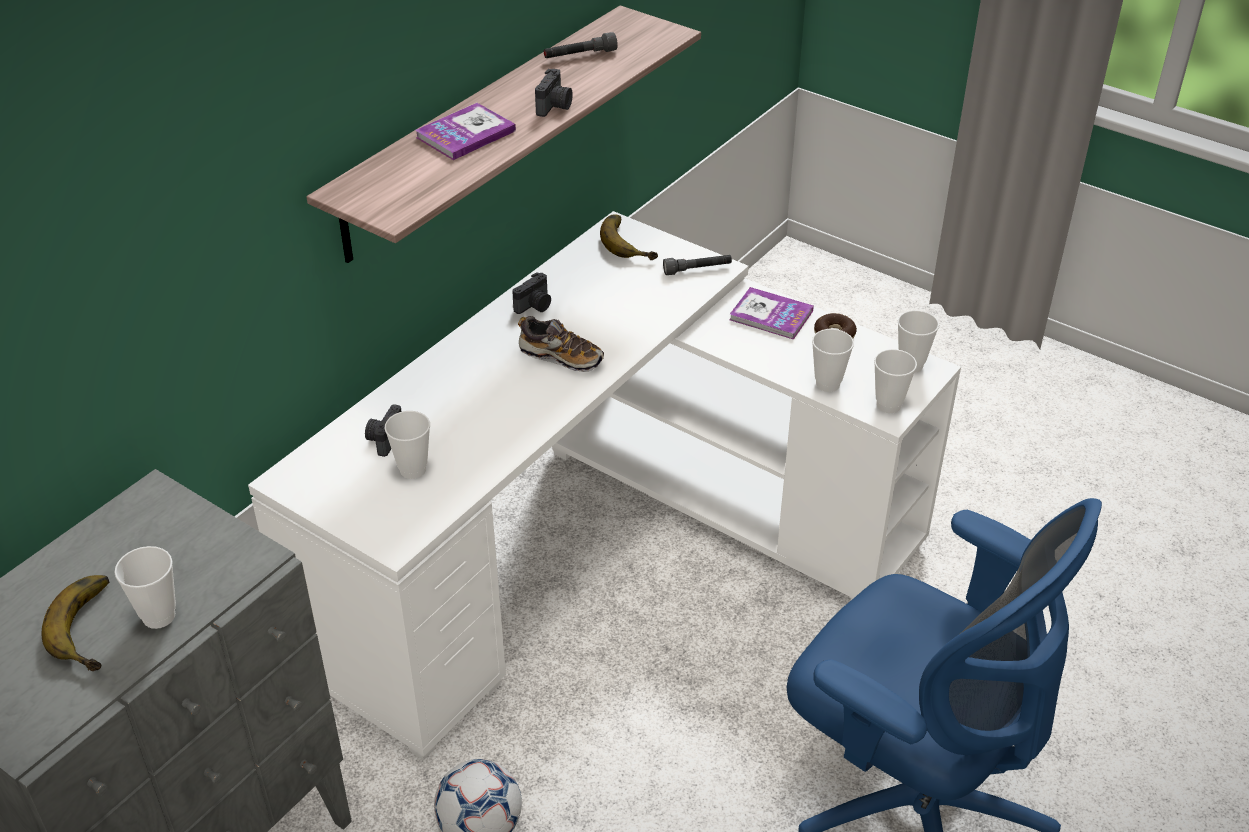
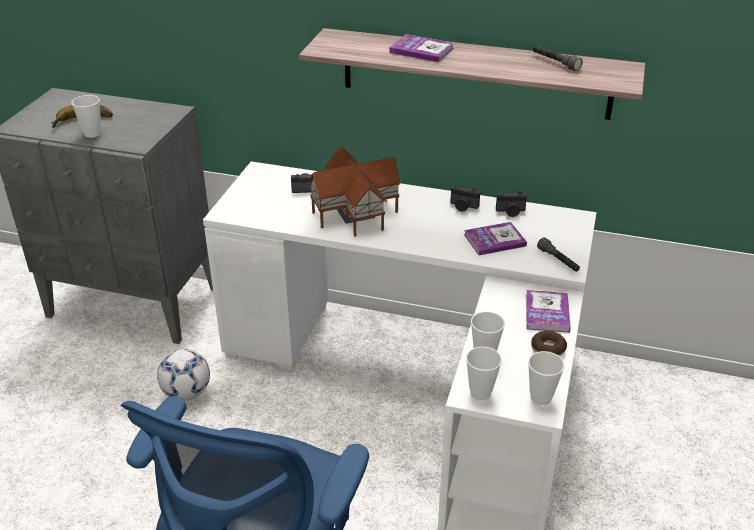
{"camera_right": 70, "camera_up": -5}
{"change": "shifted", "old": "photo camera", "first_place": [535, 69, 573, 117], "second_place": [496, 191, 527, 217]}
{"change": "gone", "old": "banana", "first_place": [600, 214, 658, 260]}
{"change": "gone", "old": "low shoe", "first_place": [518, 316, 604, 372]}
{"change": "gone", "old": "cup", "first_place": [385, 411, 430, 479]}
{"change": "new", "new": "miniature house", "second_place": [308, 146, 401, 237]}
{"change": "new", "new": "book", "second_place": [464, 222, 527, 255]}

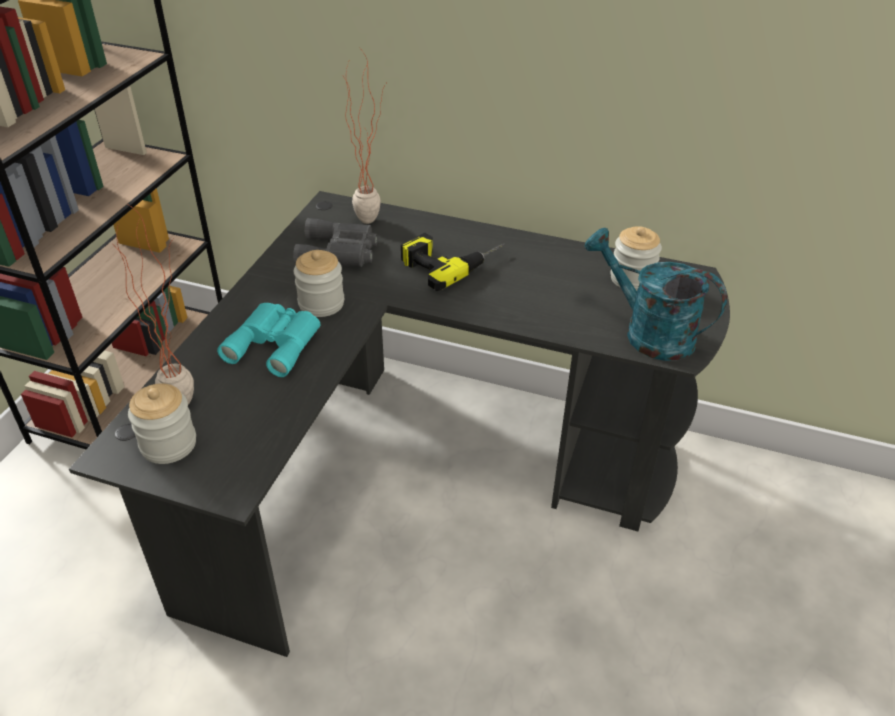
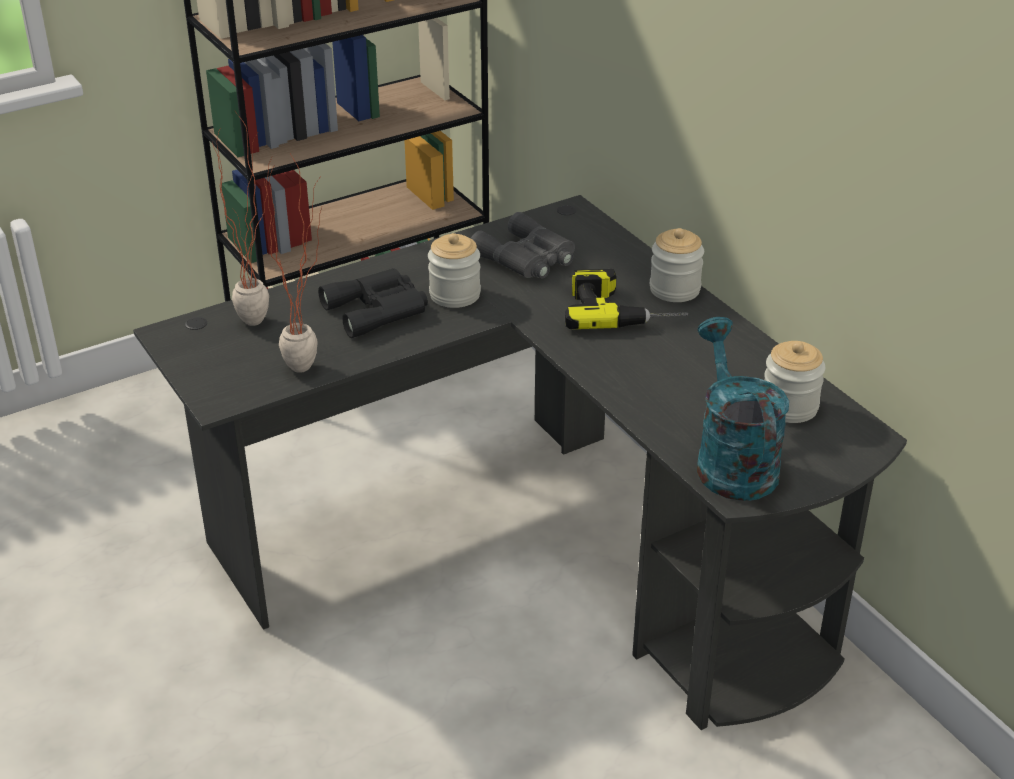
{"camera_right": 40, "camera_up": -5}
{"change": "shifted", "old": "plant in a pot", "first_place": [343, 46, 386, 224], "second_place": [264, 155, 322, 373]}
{"change": "repainted", "old": "turquoise field glasses", "new": "black-coloured field glasses", "first_place": [217, 303, 320, 377], "second_place": [318, 268, 428, 338]}
{"change": "shifted", "old": "storage jar", "first_place": [128, 384, 196, 464], "second_place": [650, 228, 704, 302]}

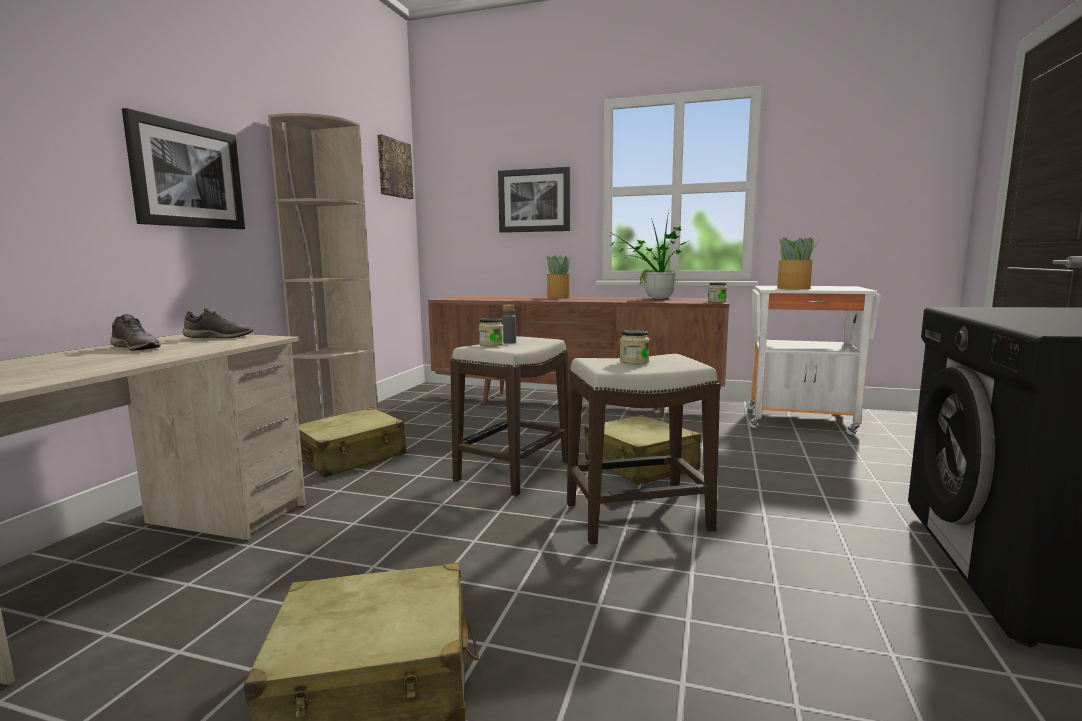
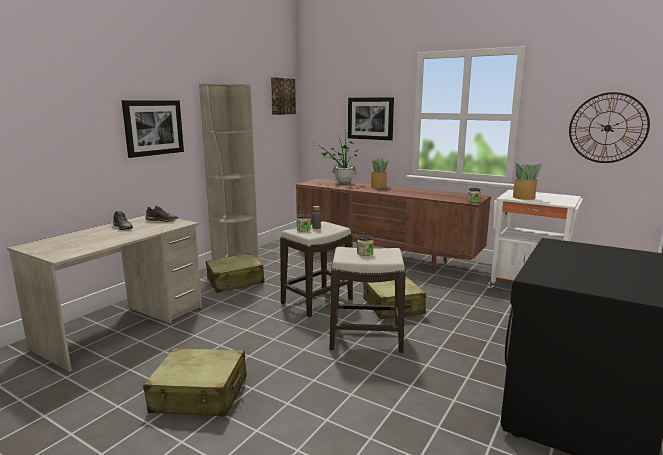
{"camera_right": 15, "camera_up": 5}
{"change": "shifted", "old": "plant in a pot", "first_place": [607, 211, 690, 299], "second_place": [314, 135, 359, 183]}
{"change": "new", "new": "clock on the wall", "second_place": [569, 92, 650, 163]}

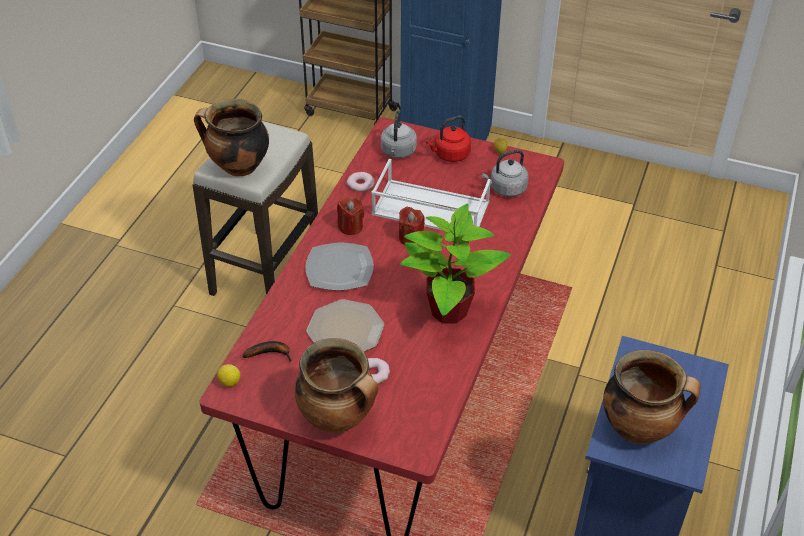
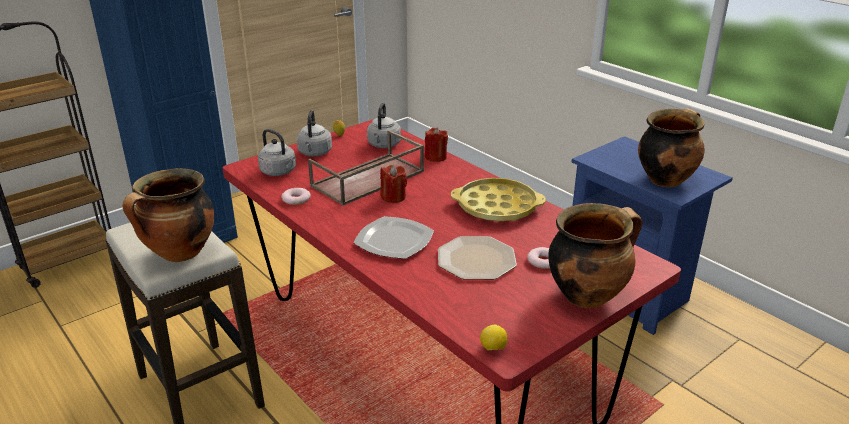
{"camera_right": -60, "camera_up": -15}
{"change": "repainted", "old": "reddish water kettle", "new": "gray water kettle", "first_place": [426, 116, 471, 162], "second_place": [297, 110, 332, 156]}
{"change": "repainted", "old": "white-coloured carrying tray", "new": "brown-coloured carrying tray", "first_place": [371, 159, 491, 231], "second_place": [308, 130, 424, 206]}
{"change": "shifted", "old": "reddish wax candle", "first_place": [337, 197, 365, 235], "second_place": [425, 127, 448, 162]}
{"change": "swapped", "old": "plant in a pot", "new": "yellowish carrying tray", "first_place": [400, 204, 511, 324], "second_place": [451, 178, 546, 222]}
{"change": "gone", "old": "banana", "first_place": [242, 341, 292, 362]}

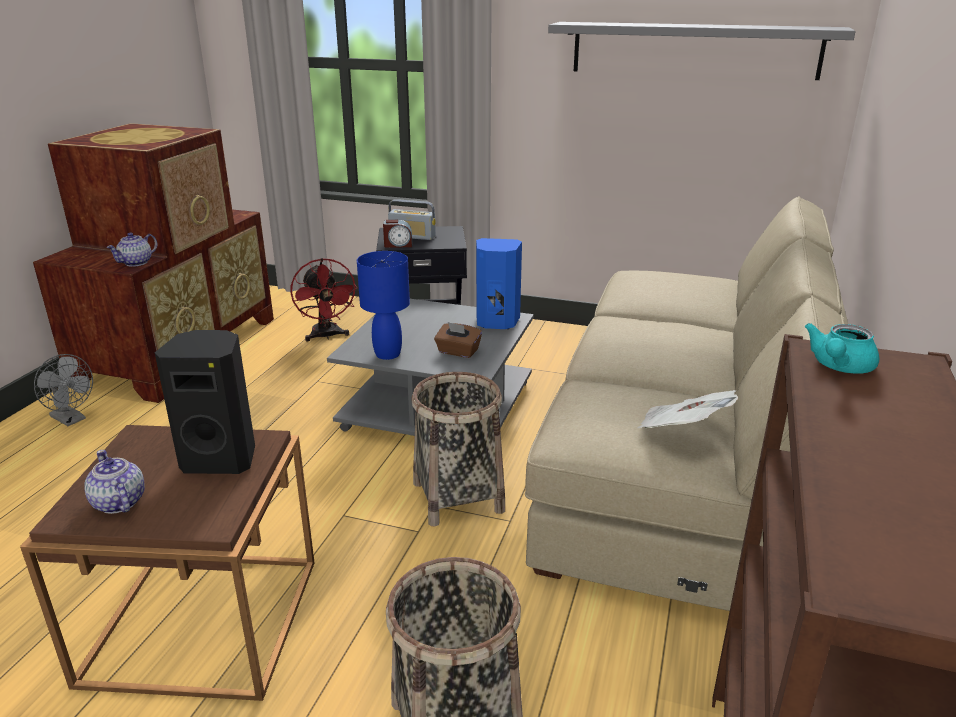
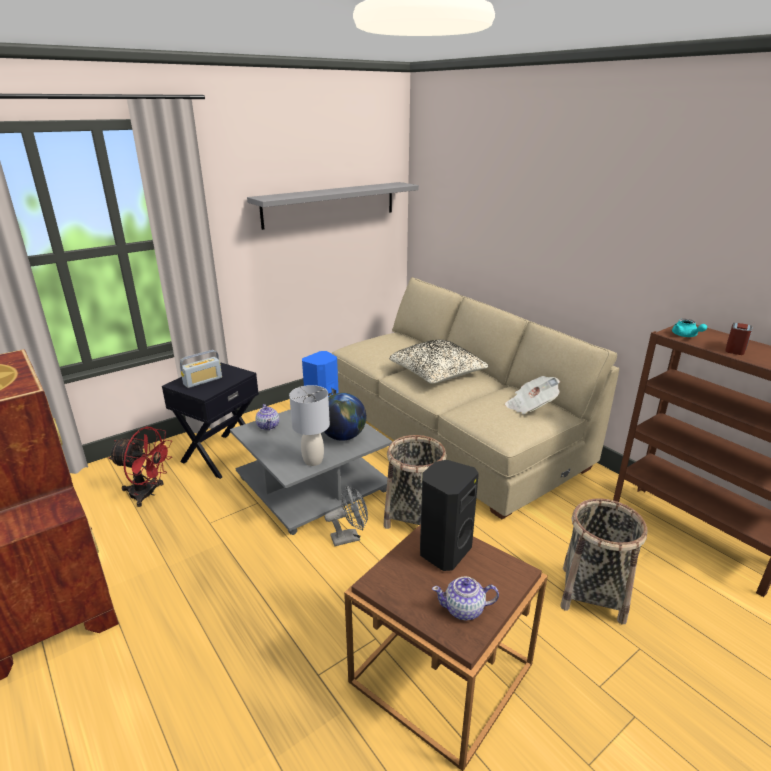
{"camera_right": -55, "camera_up": 0}
{"change": "shifted", "old": "bedside clock", "first_place": [383, 220, 412, 248], "second_place": [725, 323, 752, 355]}
{"change": "shifted", "old": "pot for tea", "first_place": [106, 233, 157, 267], "second_place": [255, 404, 279, 430]}
{"change": "repainted", "old": "blue lamp for a table", "new": "gray lamp for a table", "first_place": [357, 251, 410, 360], "second_place": [289, 385, 330, 466]}
{"change": "swapped", "old": "brown-coloured tissue holder", "new": "desk globe", "first_place": [434, 322, 482, 358], "second_place": [324, 393, 366, 441]}
{"change": "shifted", "old": "gray fan", "first_place": [34, 354, 93, 426], "second_place": [325, 485, 368, 546]}
{"change": "new", "new": "sand-coloured throw pillow", "second_place": [390, 340, 489, 384]}

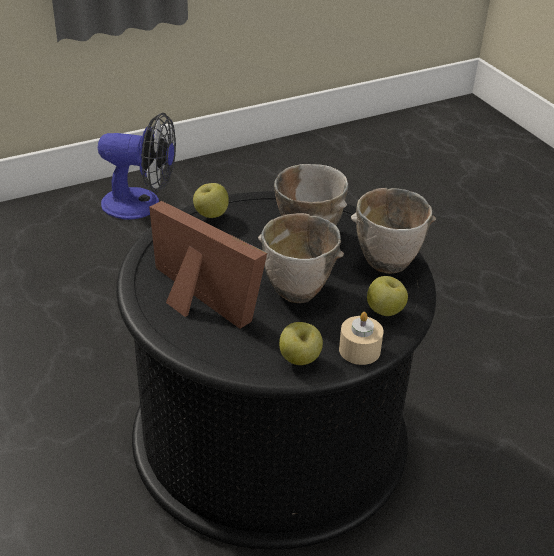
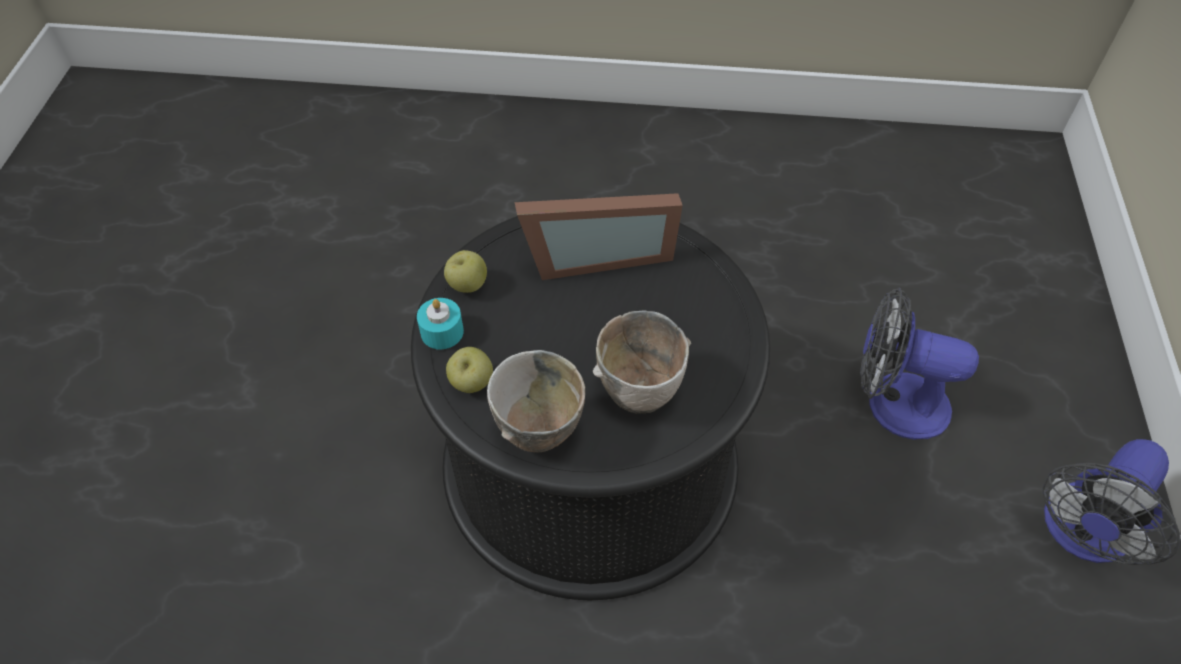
{"camera_right": 125, "camera_up": 15}
{"change": "gone", "old": "apple fruit", "first_place": [193, 183, 229, 218]}
{"change": "gone", "old": "deep dish", "first_place": [258, 213, 344, 303]}
{"change": "repainted", "old": "sand-coloured wax candle", "new": "turquoise wax candle", "first_place": [339, 312, 384, 365], "second_place": [417, 298, 464, 349]}
{"change": "new", "new": "fan", "second_place": [860, 287, 979, 440]}

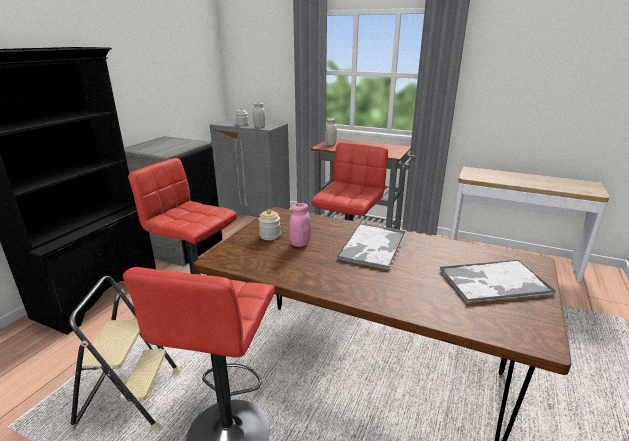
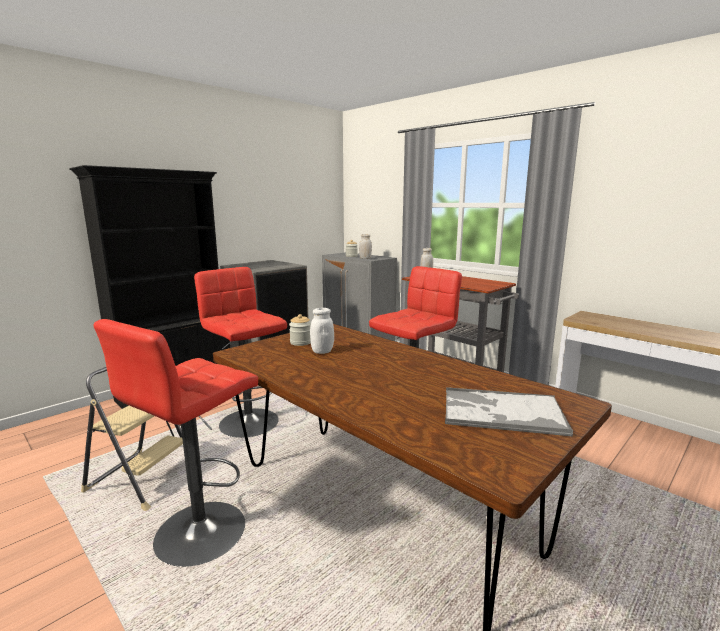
{"camera_right": 20, "camera_up": -10}
{"change": "repainted", "old": "pink-coloured storage jar", "new": "white-coloured storage jar", "first_place": [289, 203, 311, 247], "second_place": [310, 308, 334, 354]}
{"change": "gone", "old": "carrying tray", "first_place": [336, 224, 406, 271]}

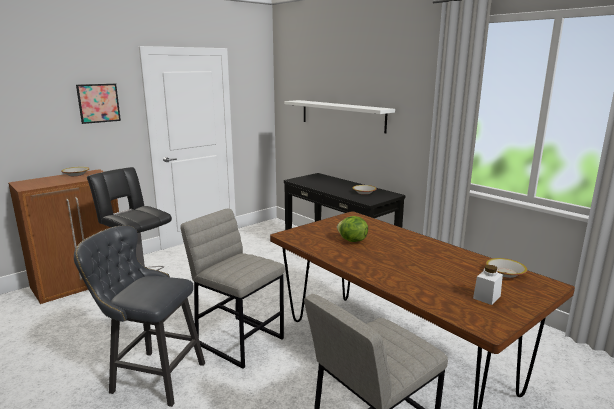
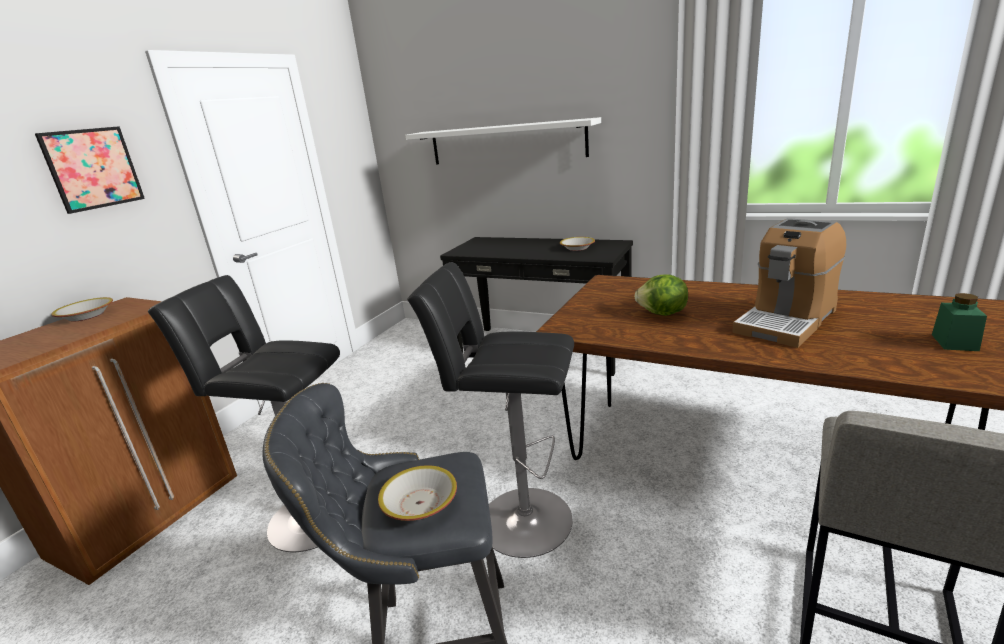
{"camera_right": -20, "camera_up": 5}
{"change": "swapped", "old": "gray chair", "new": "black-coloured stool seat", "first_place": [180, 208, 285, 369], "second_place": [407, 262, 574, 558]}
{"change": "shifted", "old": "deep dish", "first_place": [486, 258, 527, 278], "second_place": [378, 465, 457, 521]}
{"change": "repainted", "old": "white-coloured storage jar", "new": "greenish storage jar", "first_place": [473, 265, 503, 305], "second_place": [932, 293, 987, 351]}
{"change": "new", "new": "coffee maker", "second_place": [732, 218, 846, 348]}

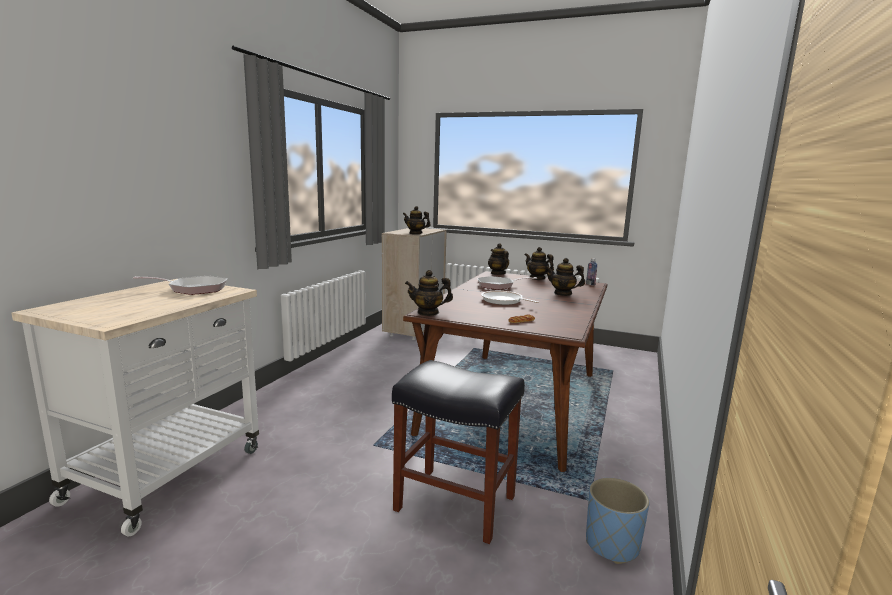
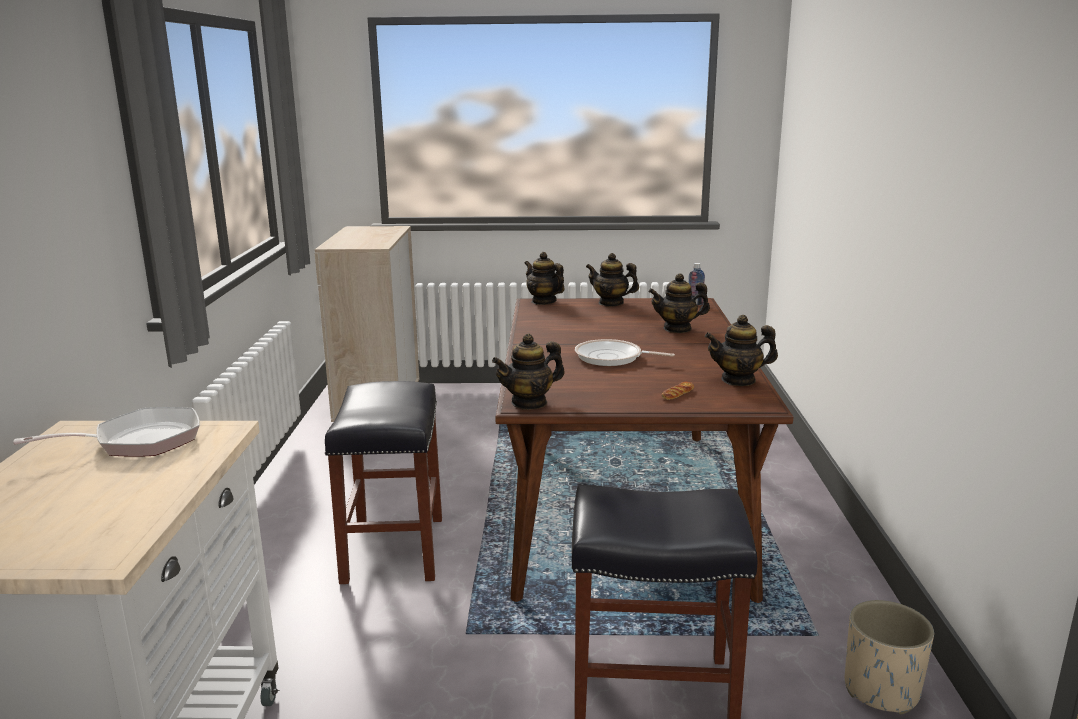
{"camera_right": -20, "camera_up": 5}
{"change": "shifted", "old": "pot for tea", "first_place": [403, 206, 431, 234], "second_place": [705, 315, 778, 386]}
{"change": "gone", "old": "frying pan", "first_place": [477, 276, 537, 290]}
{"change": "repainted", "old": "blue plant pot", "new": "sand-coloured plant pot", "first_place": [586, 478, 649, 564], "second_place": [845, 600, 934, 714]}
{"change": "new", "new": "black-coloured stool seat", "second_place": [325, 381, 442, 584]}

